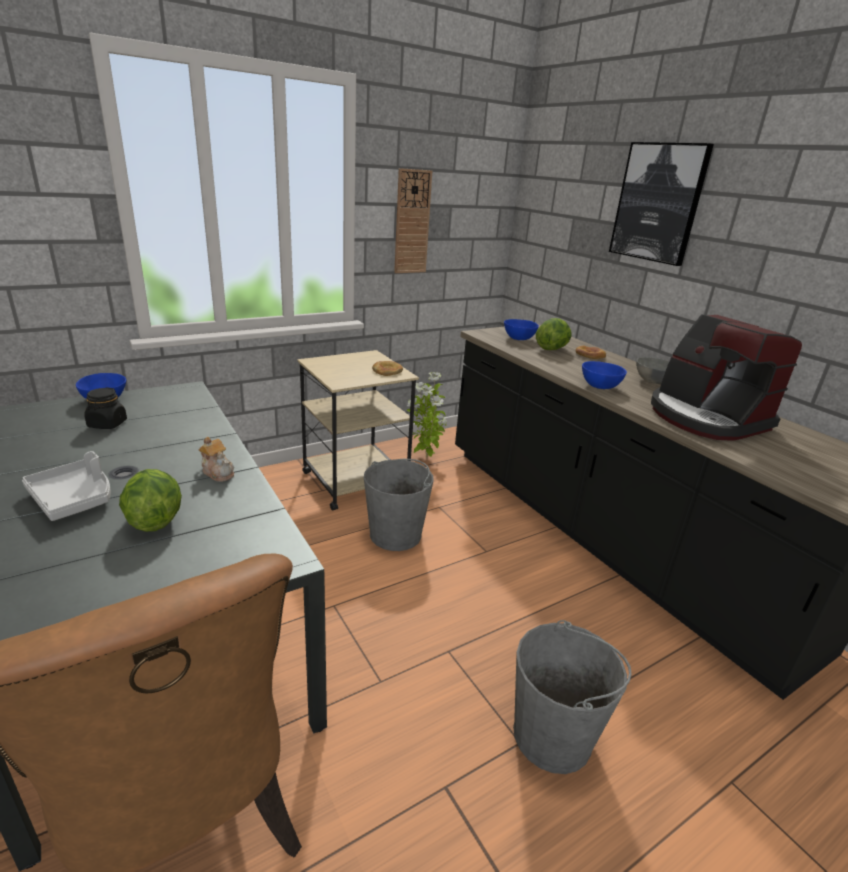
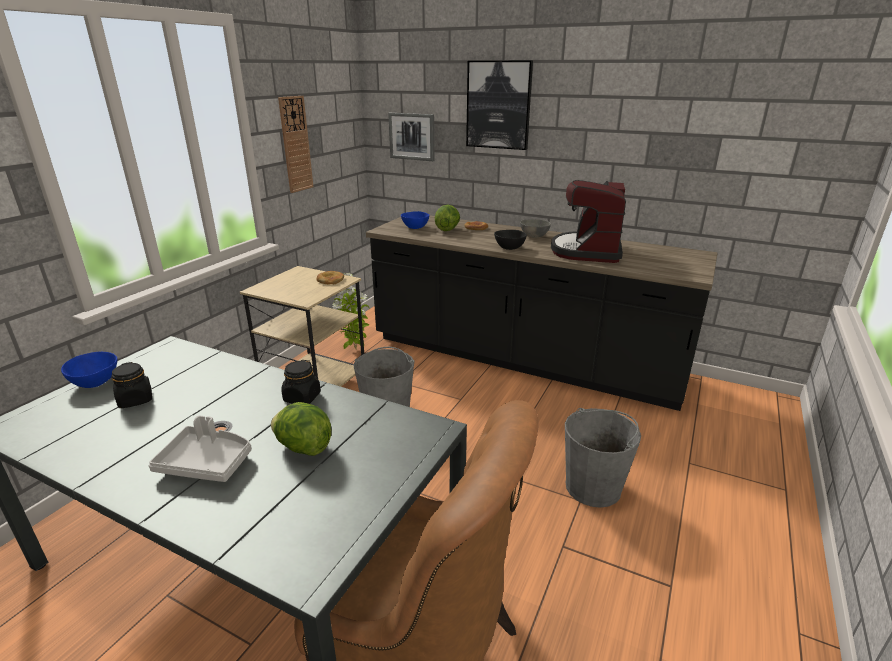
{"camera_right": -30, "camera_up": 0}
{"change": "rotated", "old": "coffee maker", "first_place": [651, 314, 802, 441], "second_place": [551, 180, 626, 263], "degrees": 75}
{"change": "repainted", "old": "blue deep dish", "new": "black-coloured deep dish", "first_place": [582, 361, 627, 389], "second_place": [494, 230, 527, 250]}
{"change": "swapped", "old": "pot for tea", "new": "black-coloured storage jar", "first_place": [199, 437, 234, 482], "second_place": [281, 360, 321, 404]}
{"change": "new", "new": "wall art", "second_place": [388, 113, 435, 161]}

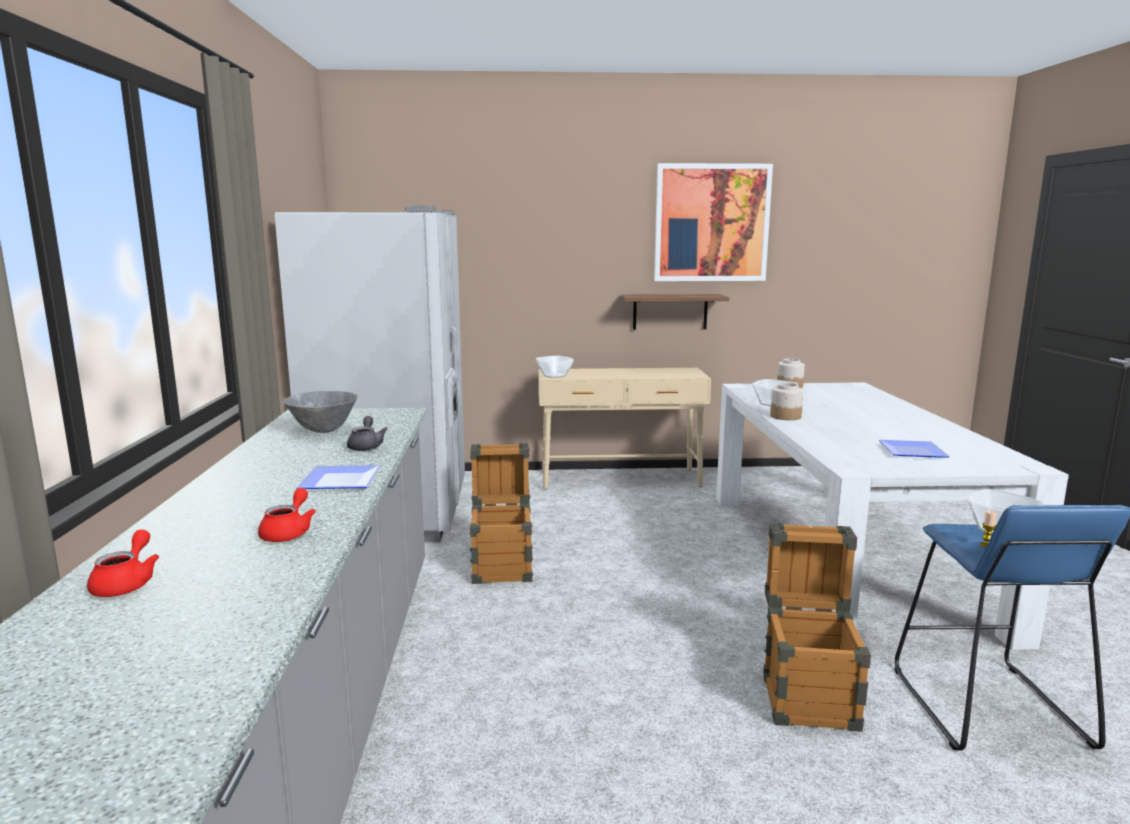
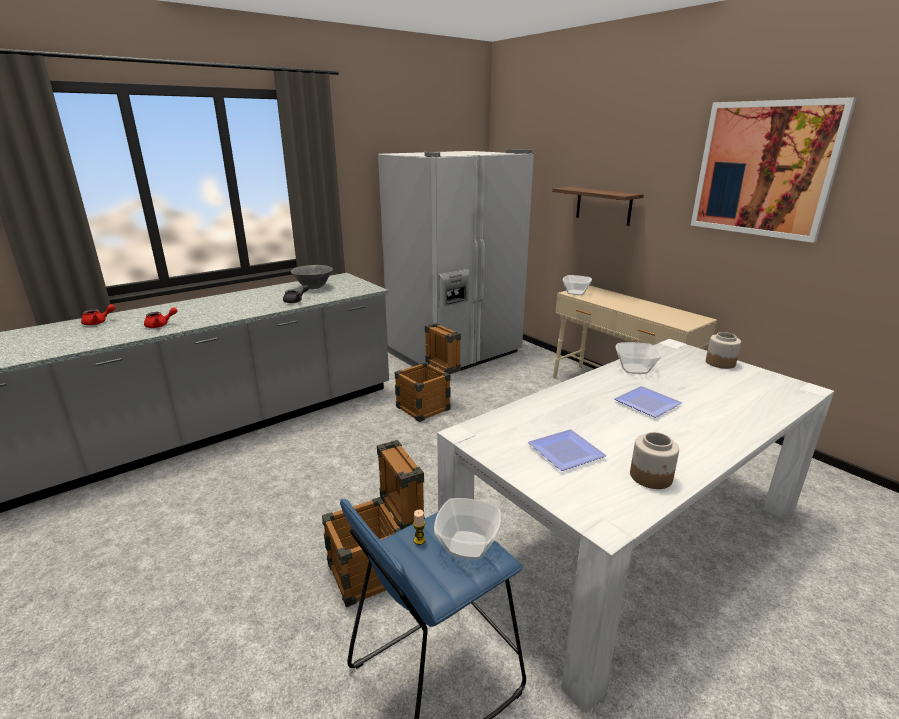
{"camera_right": 55, "camera_up": 10}
{"change": "shifted", "old": "bracket shelf", "first_place": [621, 294, 729, 330], "second_place": [552, 187, 644, 226]}
{"change": "shifted", "old": "storage jar", "first_place": [770, 383, 803, 420], "second_place": [630, 432, 679, 489]}
{"change": "shifted", "old": "dinner plate", "first_place": [296, 465, 380, 489], "second_place": [614, 386, 682, 418]}

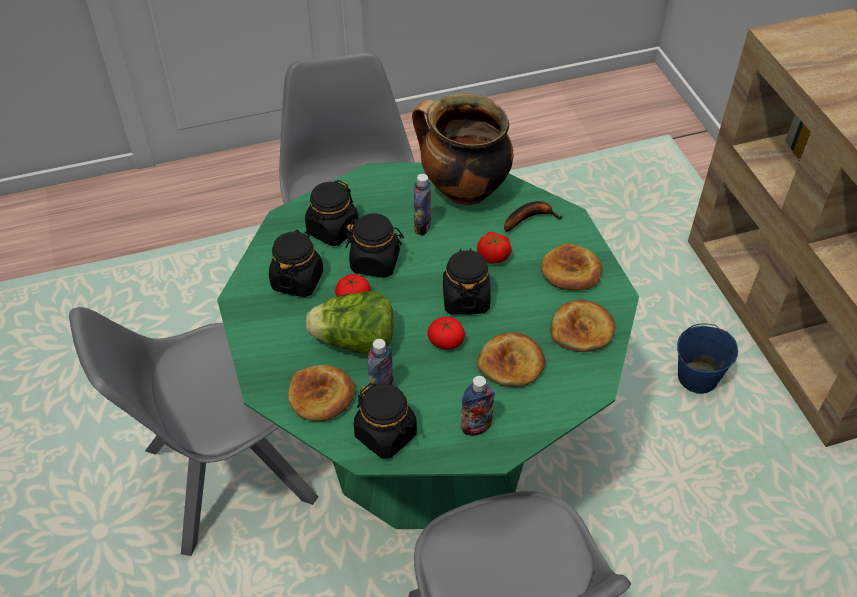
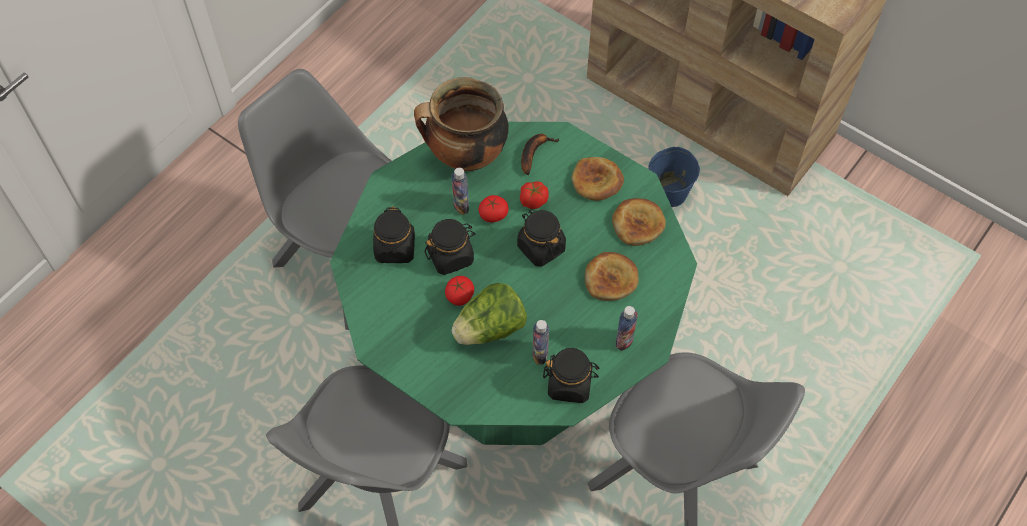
{"camera_right": -35, "camera_up": 10}
{"change": "gone", "old": "black-coloured storage jar", "first_place": [269, 230, 323, 297]}
{"change": "shifted", "old": "tomato", "first_place": [427, 316, 465, 350], "second_place": [479, 195, 509, 222]}
{"change": "gone", "old": "bread", "first_place": [288, 365, 356, 422]}

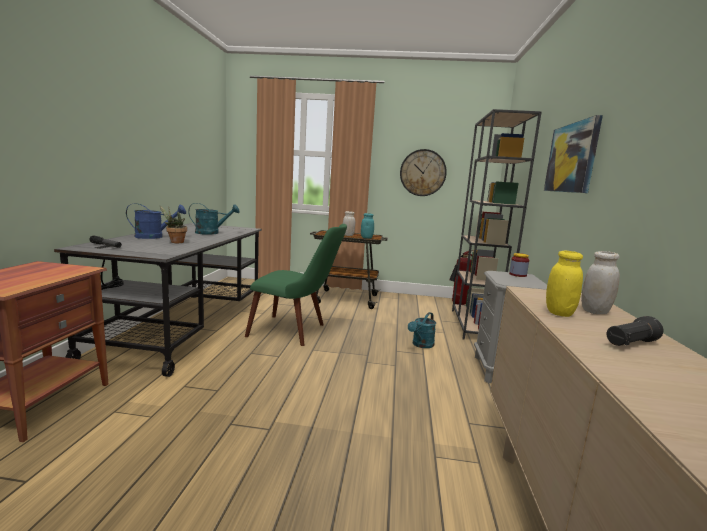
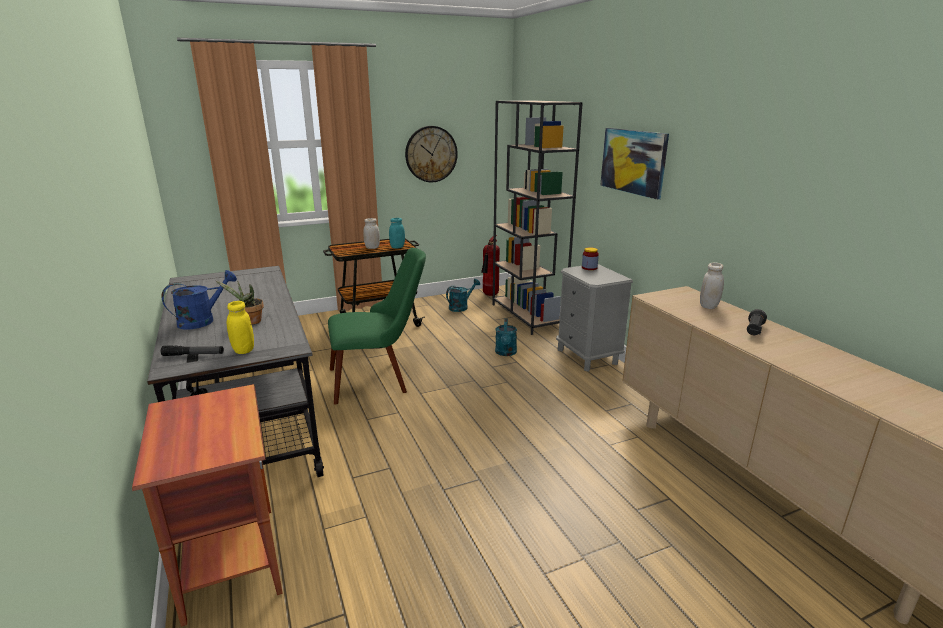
{"camera_right": -30, "camera_up": 10}
{"change": "shifted", "old": "turquoise watering pot", "first_place": [188, 203, 240, 235], "second_place": [446, 279, 480, 312]}
{"change": "shifted", "old": "yellowish storage jar", "first_place": [546, 251, 583, 317], "second_place": [227, 301, 254, 354]}

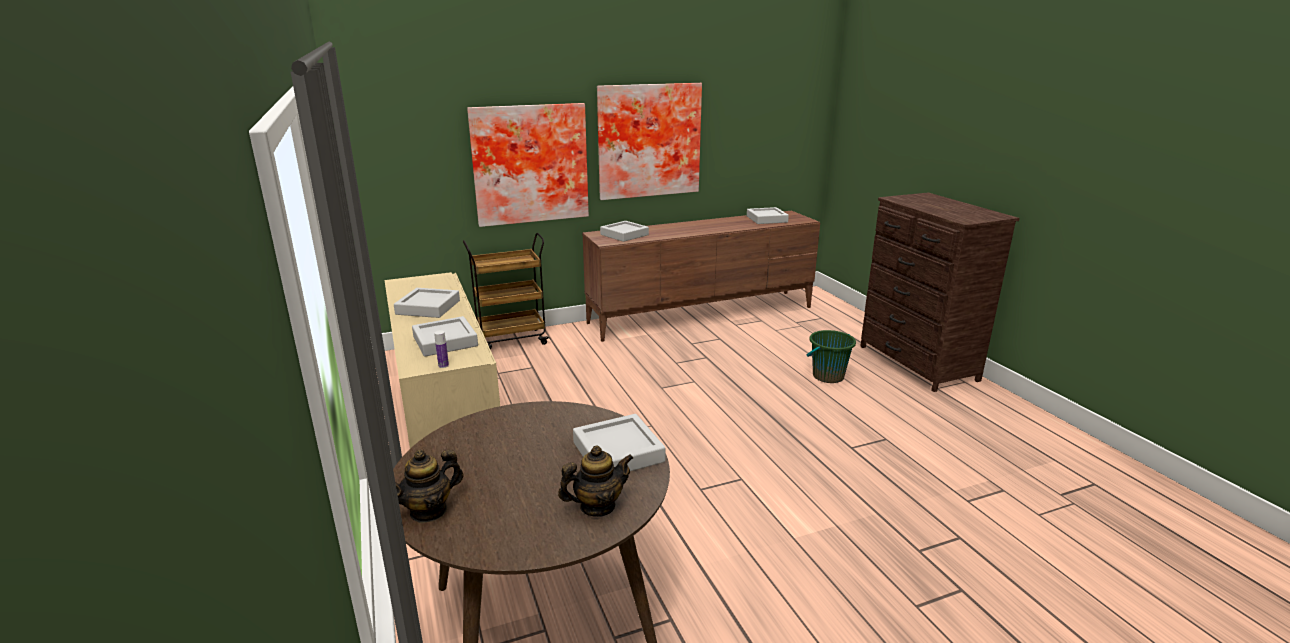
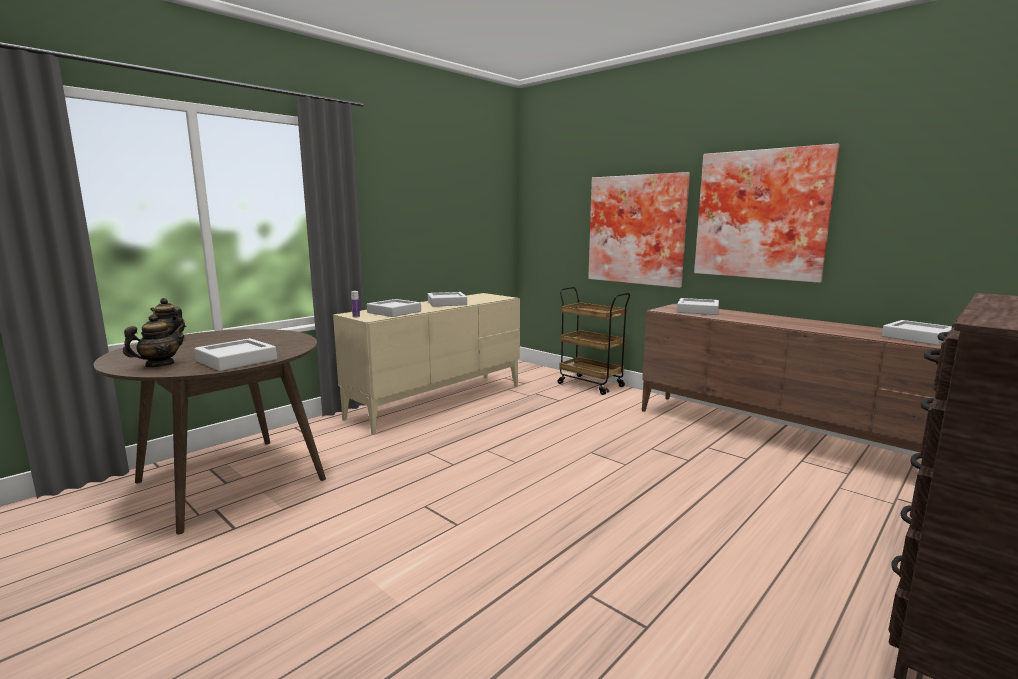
{"camera_right": 65, "camera_up": -10}
{"change": "gone", "old": "greenish pail", "first_place": [807, 330, 856, 383]}
{"change": "rotated", "old": "pot for tea", "first_place": [558, 445, 633, 517], "second_place": [123, 314, 186, 367], "degrees": -90}

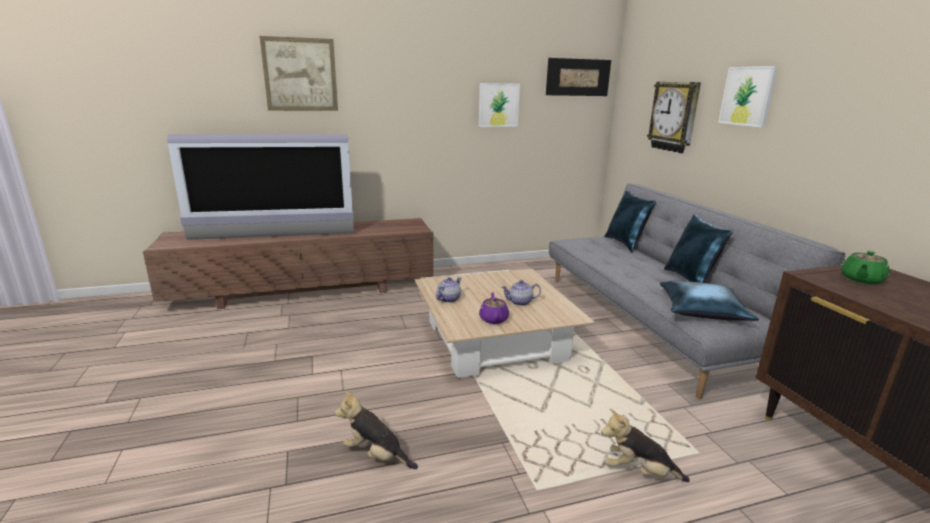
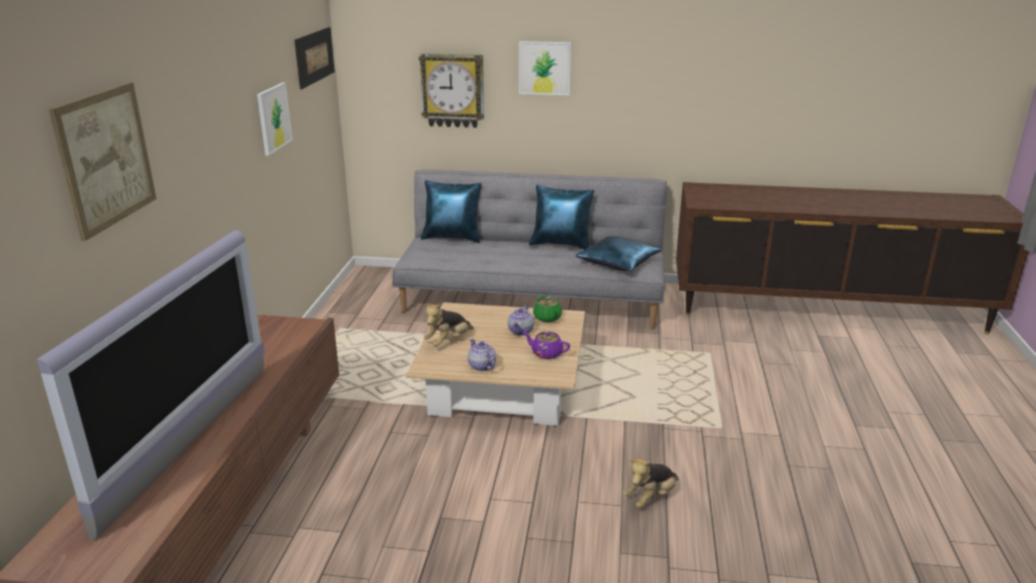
{"camera_right": -65, "camera_up": 5}
{"change": "shifted", "old": "greenish pot for tea", "first_place": [841, 251, 890, 284], "second_place": [533, 296, 562, 322]}
{"change": "shifted", "old": "cuddly toy", "first_place": [601, 409, 690, 482], "second_place": [424, 304, 473, 347]}

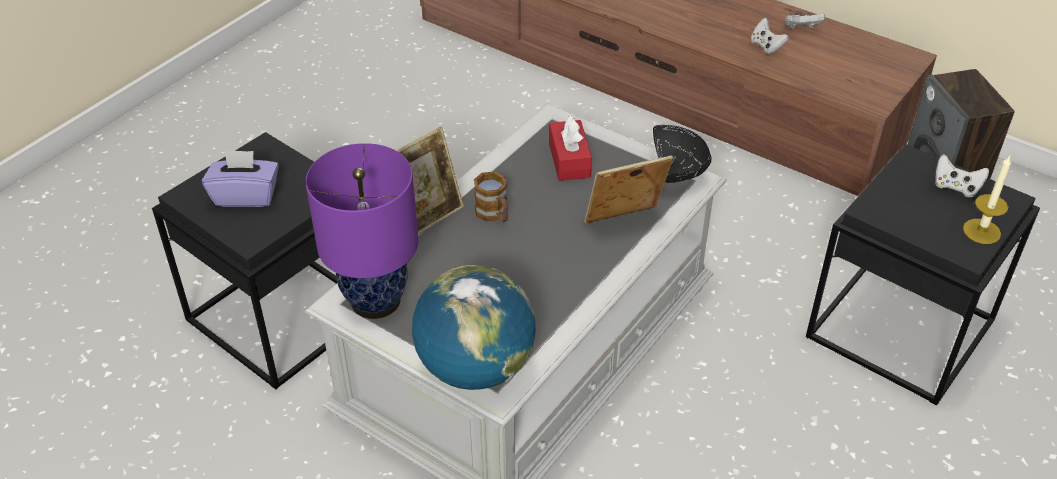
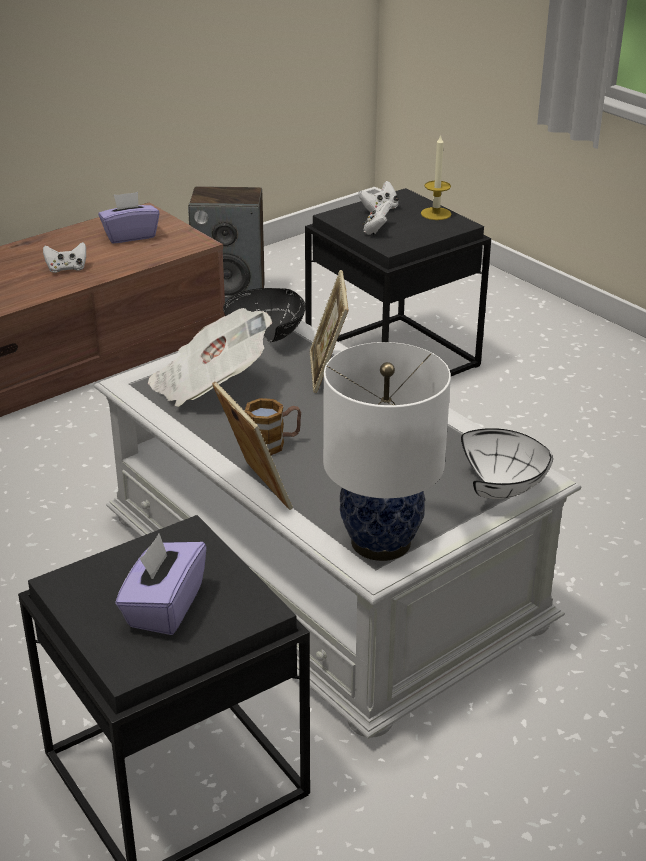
{"camera_right": -75, "camera_up": -10}
{"change": "shifted", "old": "white-coloured gamepad", "first_place": [785, 13, 825, 29], "second_place": [363, 200, 393, 235]}
{"change": "swapped", "old": "reddish tissue holder", "new": "daily paper", "first_place": [549, 115, 592, 181], "second_place": [148, 308, 272, 407]}
{"change": "repainted", "old": "purple lamp for a table", "new": "white-coloured lamp for a table", "first_place": [305, 143, 419, 319], "second_place": [323, 342, 451, 561]}
{"change": "swapped", "old": "desk globe", "new": "white-coloured deep dish", "first_place": [412, 265, 536, 390], "second_place": [461, 428, 553, 499]}
{"change": "new", "new": "purple tissue holder", "second_place": [98, 192, 160, 243]}

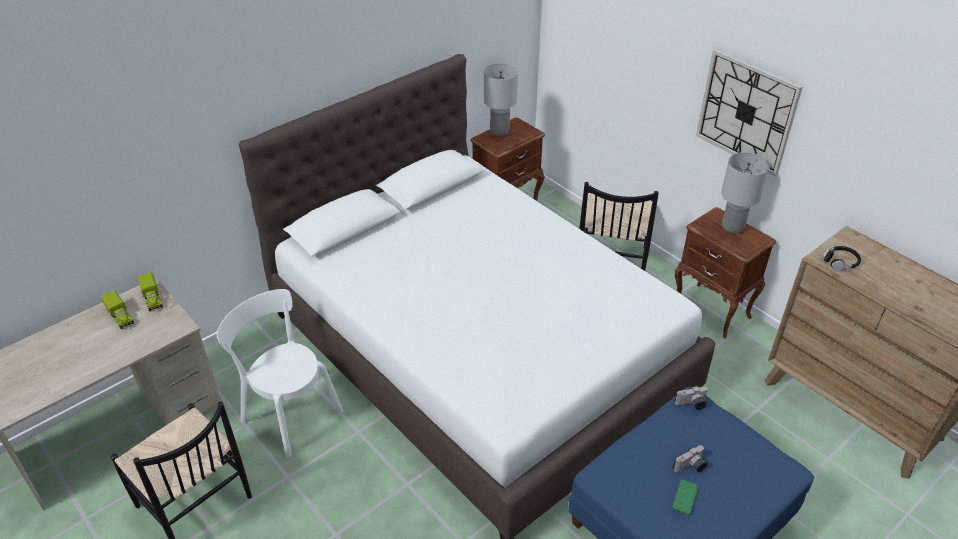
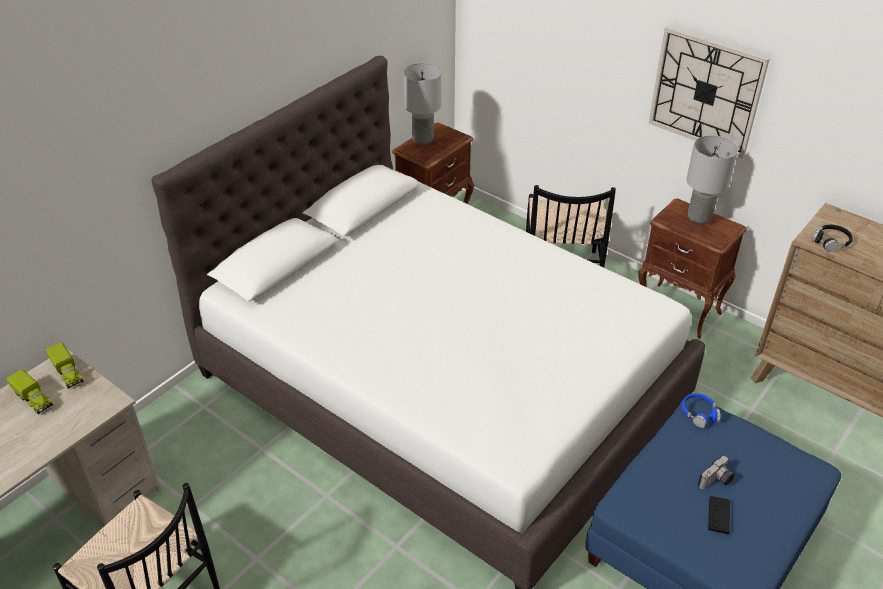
{"camera_right": -10, "camera_up": 0}
{"change": "gone", "old": "white-coloured chair", "first_place": [217, 289, 343, 457]}
{"change": "swapped", "old": "photo camera", "new": "blue headphones", "first_place": [675, 385, 708, 410], "second_place": [681, 393, 720, 428]}
{"change": "repainted", "old": "greenish gamepad", "new": "black-coloured gamepad", "first_place": [672, 480, 699, 515], "second_place": [708, 496, 730, 534]}

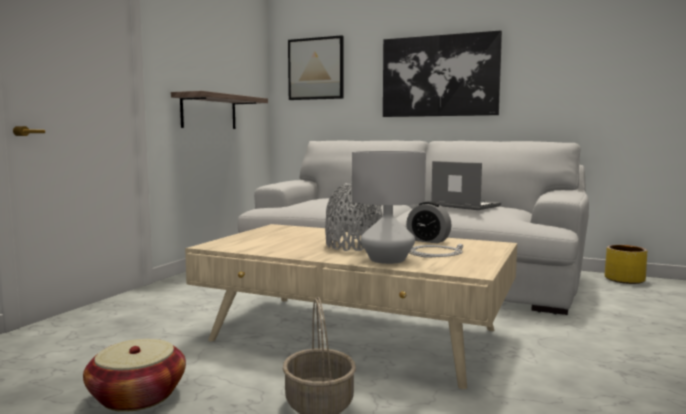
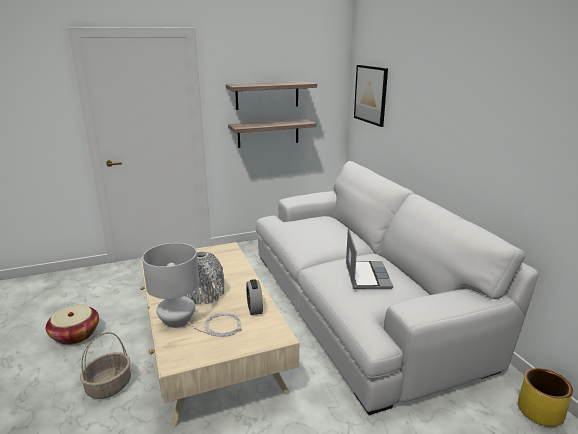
{"camera_right": 45, "camera_up": 15}
{"change": "gone", "old": "wall art", "first_place": [383, 30, 502, 117]}
{"change": "new", "new": "bracket shelf", "second_place": [226, 81, 317, 110]}

